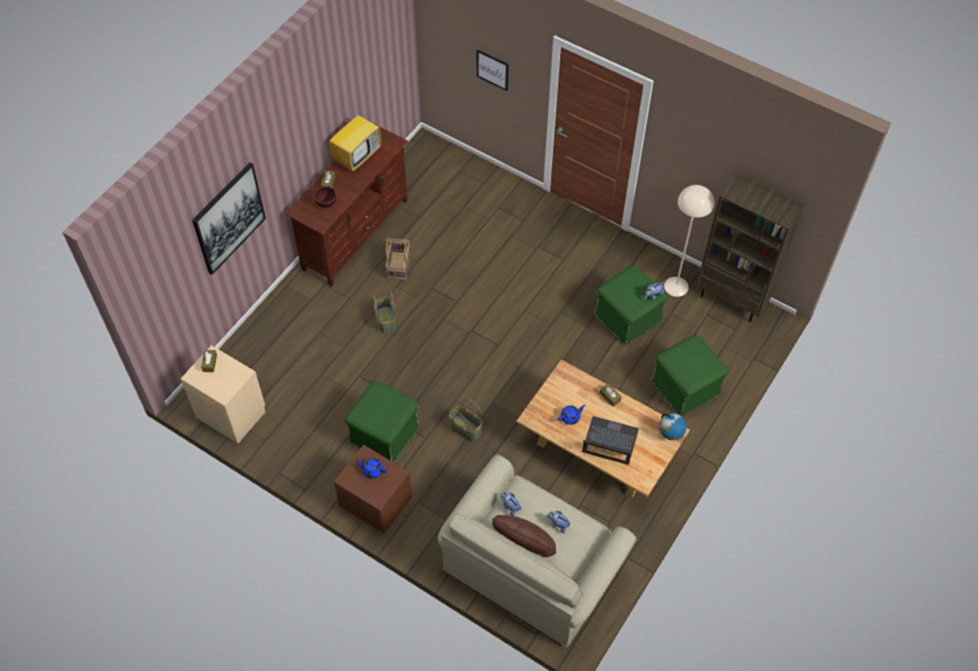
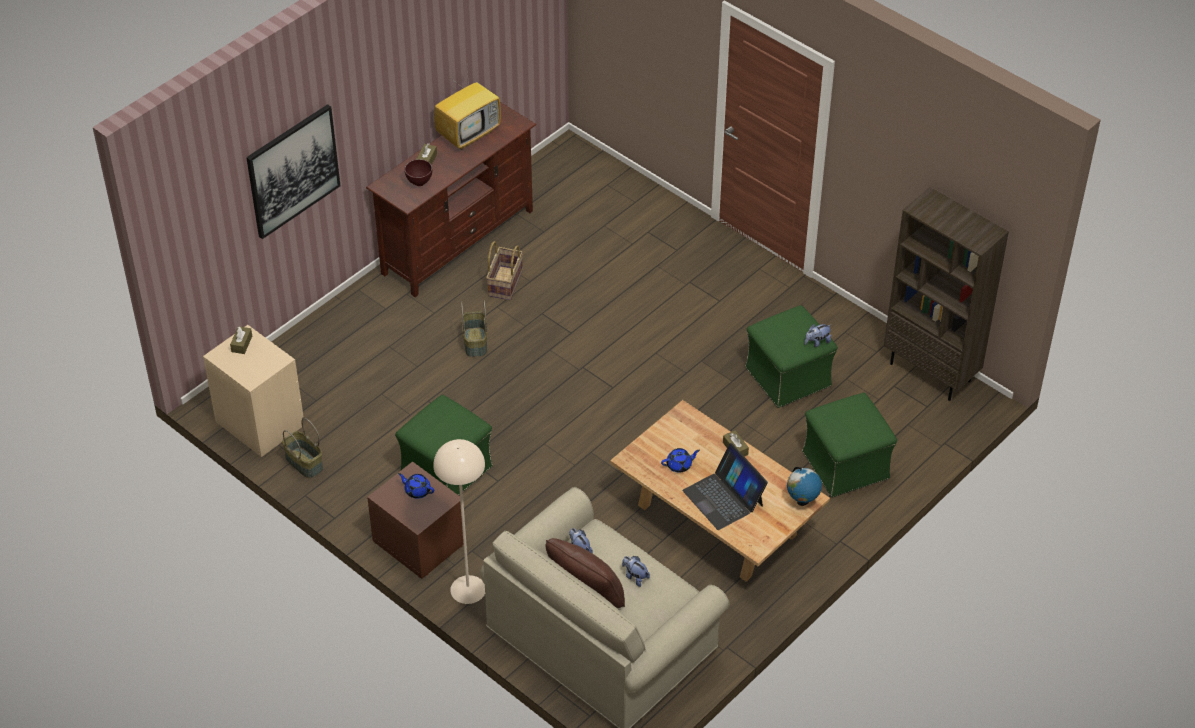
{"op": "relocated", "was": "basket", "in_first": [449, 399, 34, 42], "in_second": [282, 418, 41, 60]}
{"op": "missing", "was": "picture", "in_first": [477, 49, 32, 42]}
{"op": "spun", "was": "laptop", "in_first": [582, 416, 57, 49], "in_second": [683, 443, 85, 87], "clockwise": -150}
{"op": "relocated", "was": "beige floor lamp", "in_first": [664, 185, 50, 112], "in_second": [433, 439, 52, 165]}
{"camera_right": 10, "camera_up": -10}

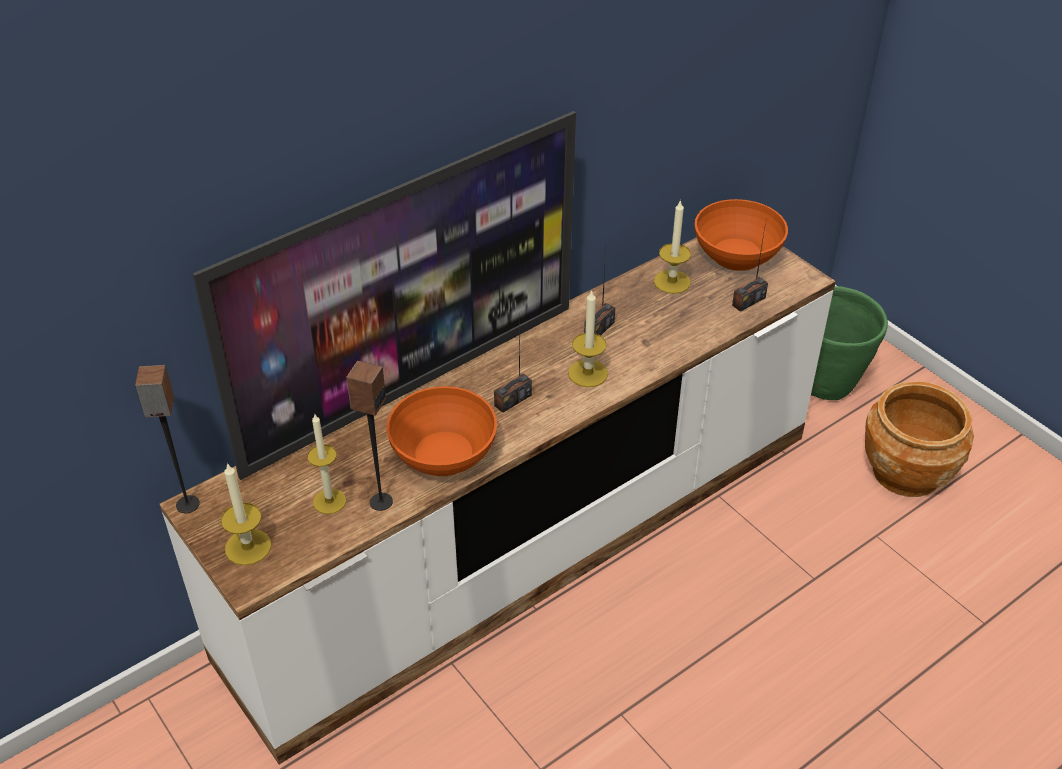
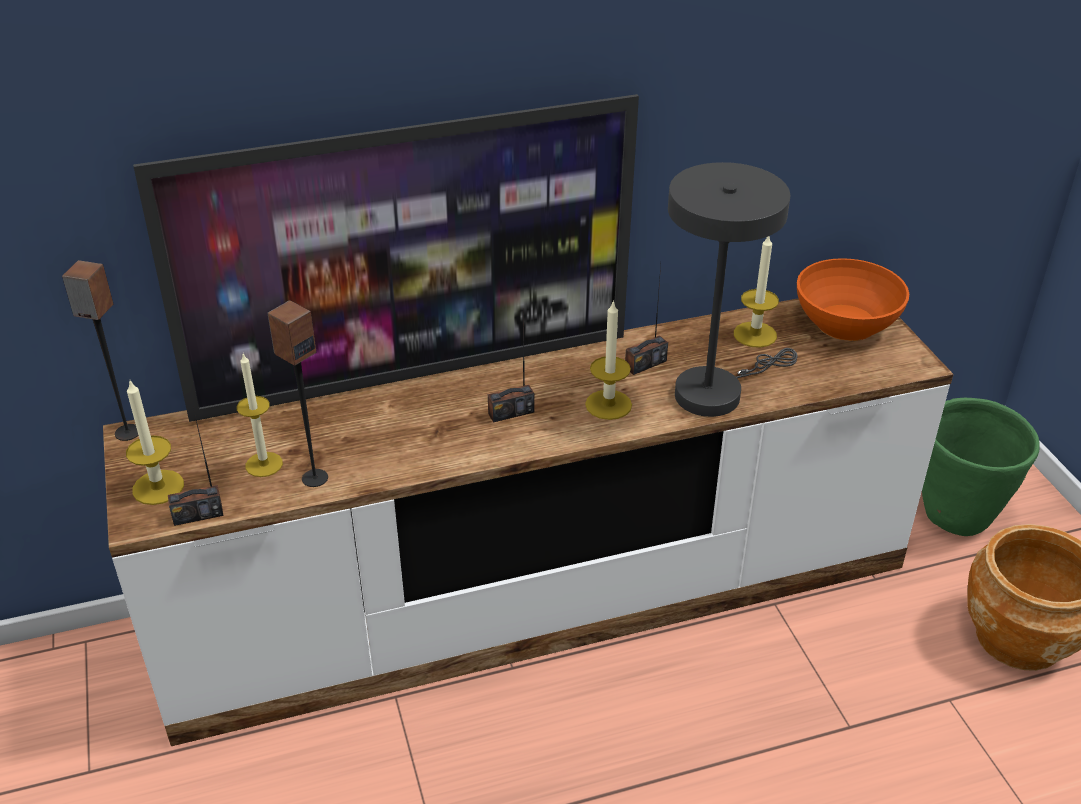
{"op": "missing", "was": "orange bowl", "in_first": [387, 386, 110, 90]}
{"op": "relocated", "was": "radio", "in_first": [732, 222, 36, 90], "in_second": [168, 407, 56, 119]}
{"op": "appeared", "now": "grey table lamp", "in_second": [668, 162, 130, 255]}
{"camera_right": 20, "camera_up": -5}

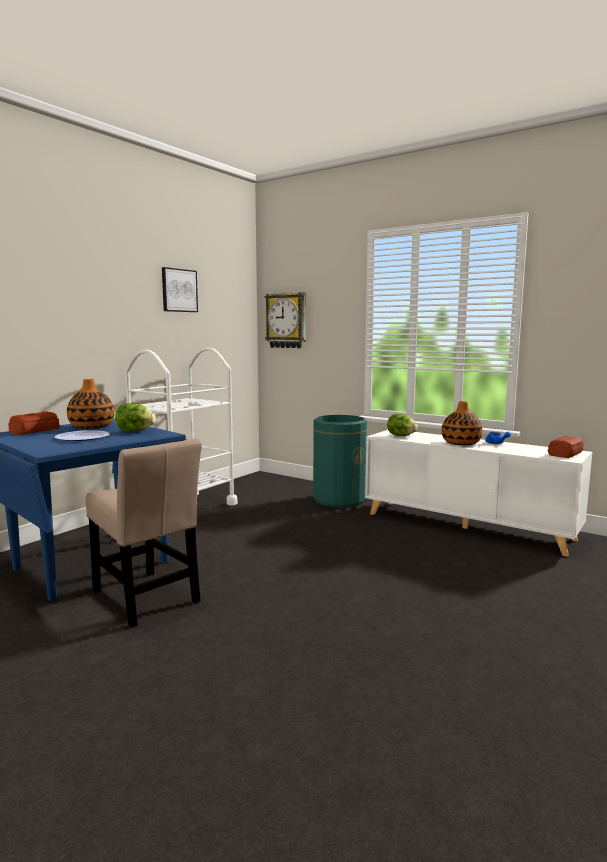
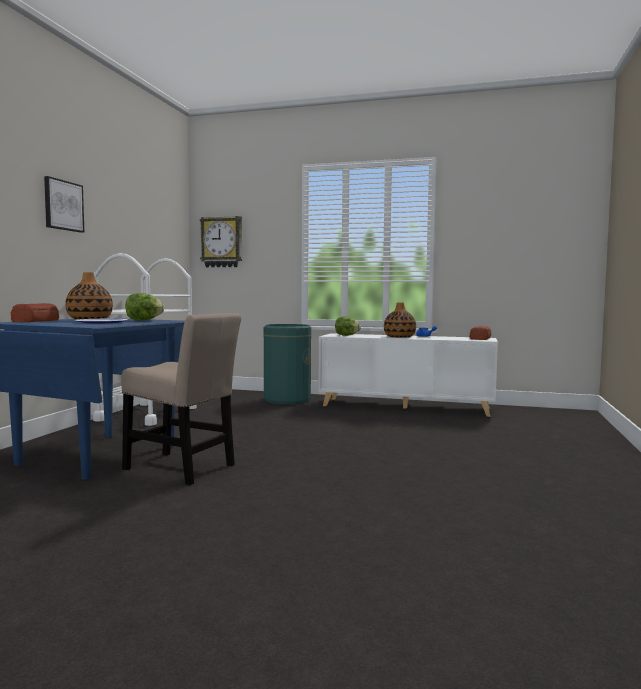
{"op": "relocated", "was": "picture", "in_first": [162, 267, 36, 45], "in_second": [44, 176, 40, 57]}
{"camera_right": -20, "camera_up": -5}

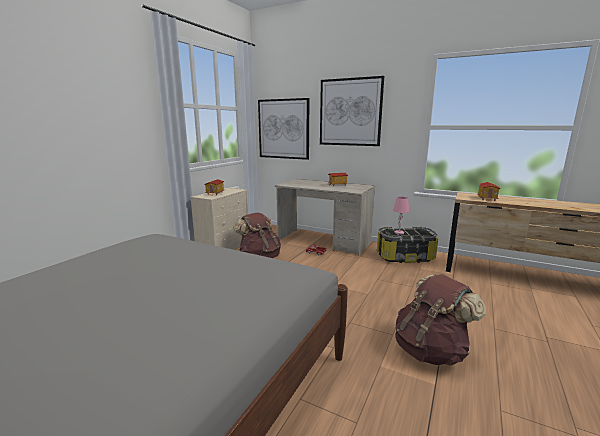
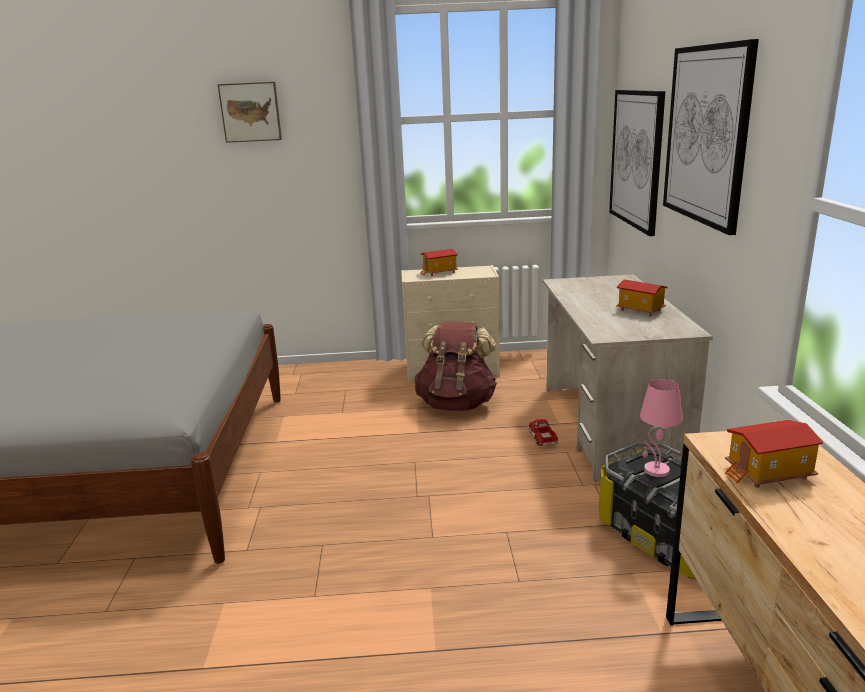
{"op": "missing", "was": "brown backpack", "in_first": [396, 274, 90, 92]}
{"op": "appeared", "now": "picture", "in_second": [218, 82, 64, 61]}
{"camera_right": 60, "camera_up": 5}

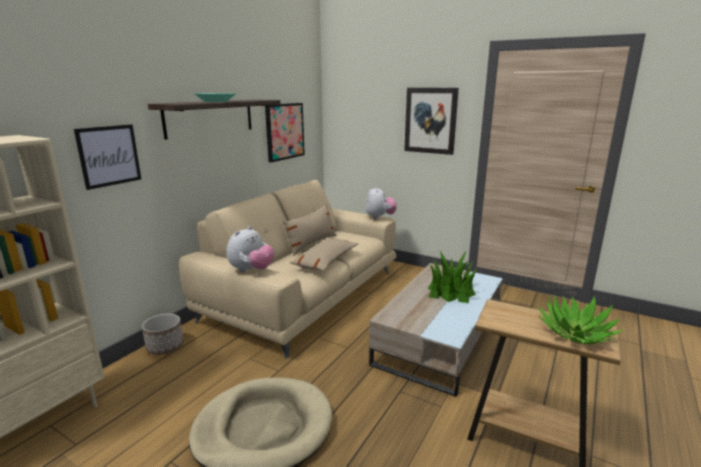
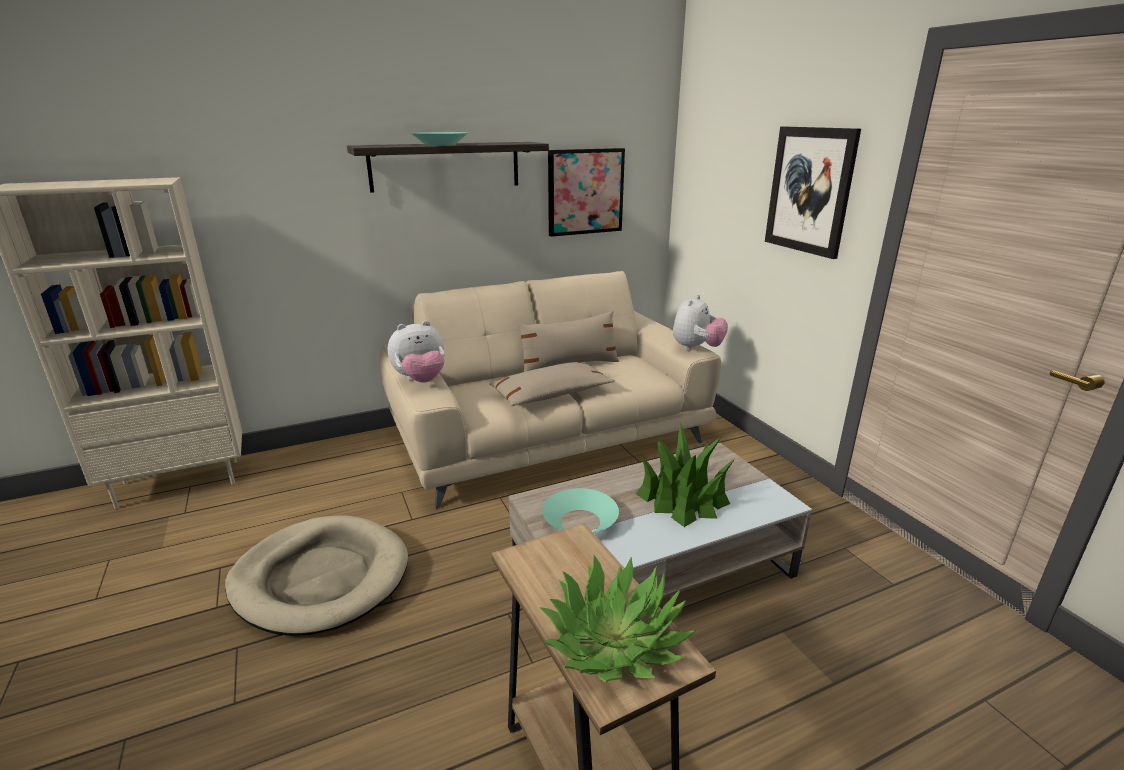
{"op": "missing", "was": "picture", "in_first": [74, 124, 67, 66]}
{"op": "missing", "was": "planter", "in_first": [142, 313, 41, 42]}
{"op": "appeared", "now": "turquoise bowl", "in_second": [542, 488, 77, 45]}
{"camera_right": 35, "camera_up": 5}

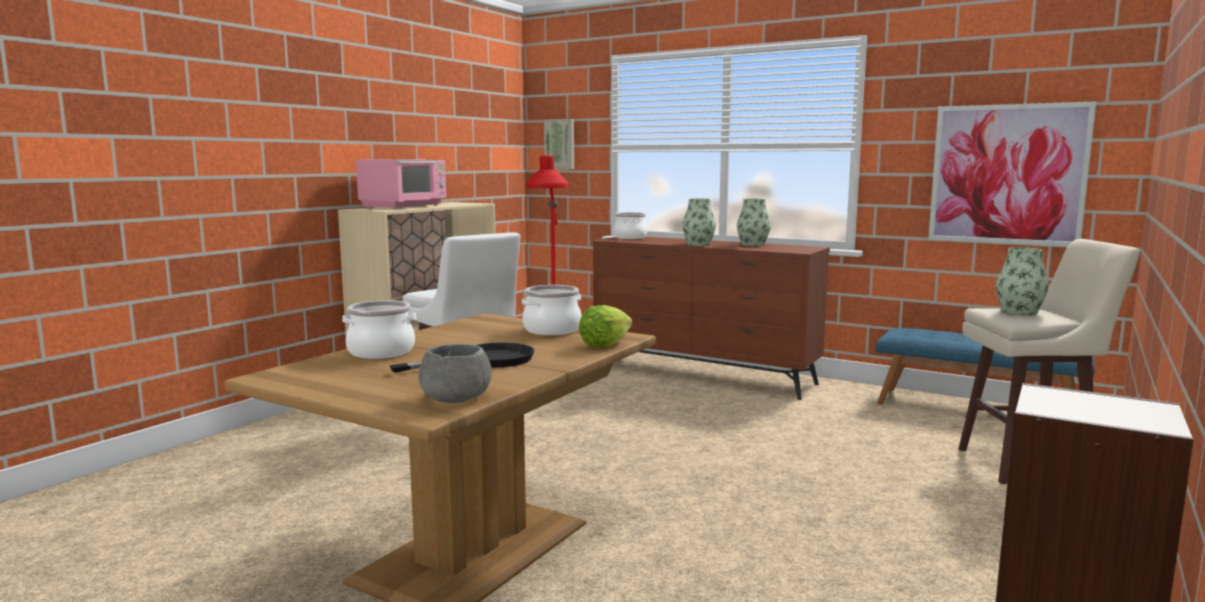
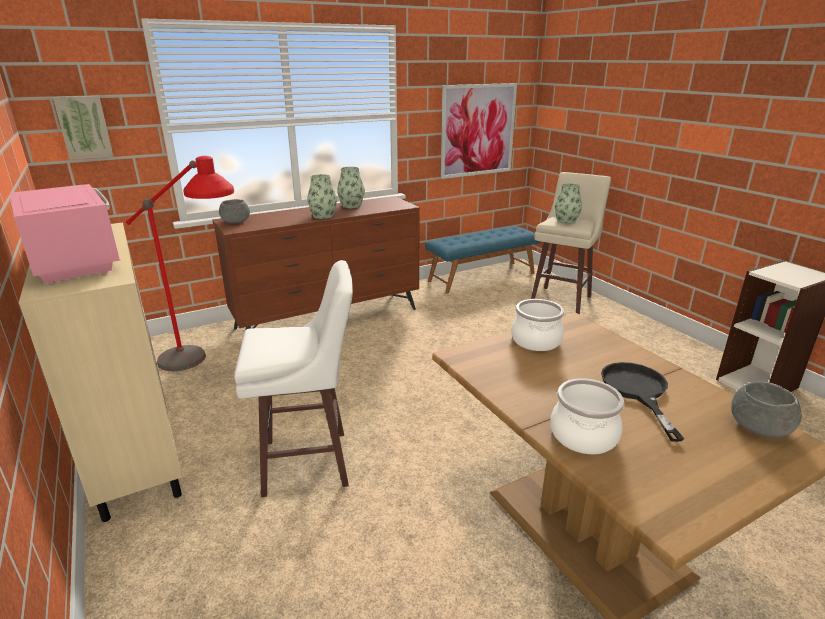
{"op": "missing", "was": "lettuce", "in_first": [579, 305, 53, 42]}
{"op": "exchanged", "was": "cooking pot", "now": "grey bowl", "in_first": [613, 212, 34, 27], "in_second": [219, 199, 31, 24]}
{"camera_right": -60, "camera_up": 15}

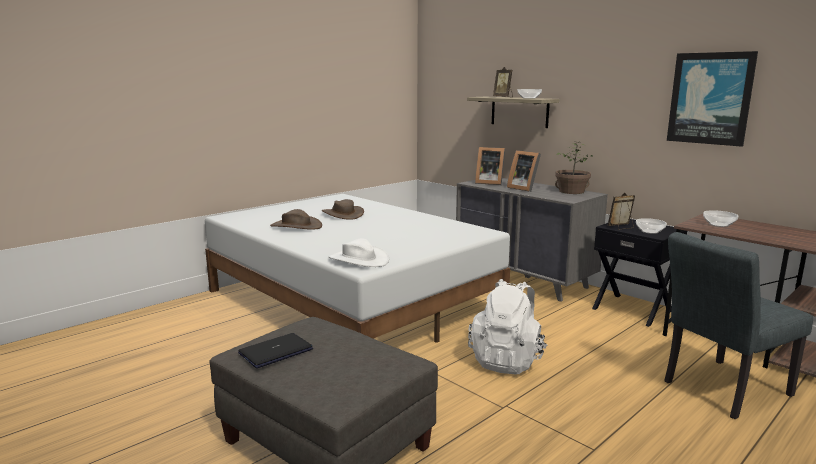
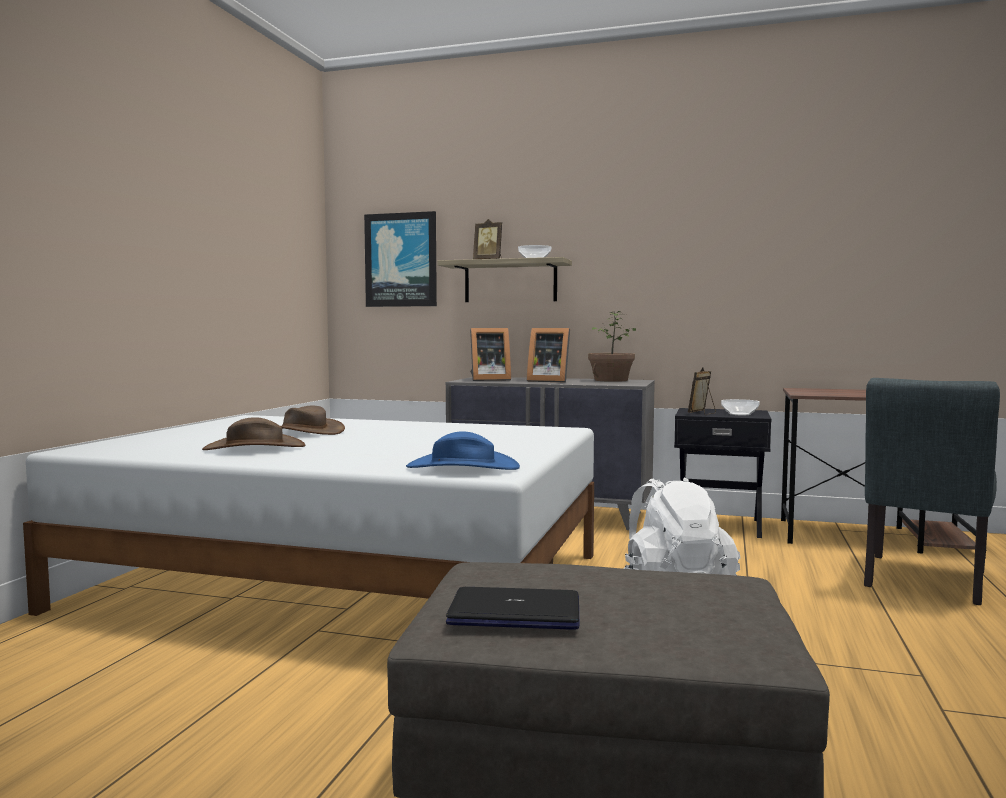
{"op": "spun", "was": "laptop", "in_first": [238, 333, 75, 35], "in_second": [446, 587, 134, 43], "clockwise": 75}
{"op": "colour", "was": "white hat", "now": "blue hat", "in_first": [329, 238, 60, 29], "in_second": [406, 432, 114, 38]}
{"op": "relocated", "was": "picture", "in_first": [667, 51, 91, 96], "in_second": [364, 211, 73, 96]}
{"op": "missing", "was": "bowl", "in_first": [703, 210, 35, 17]}
{"camera_right": -30, "camera_up": -10}

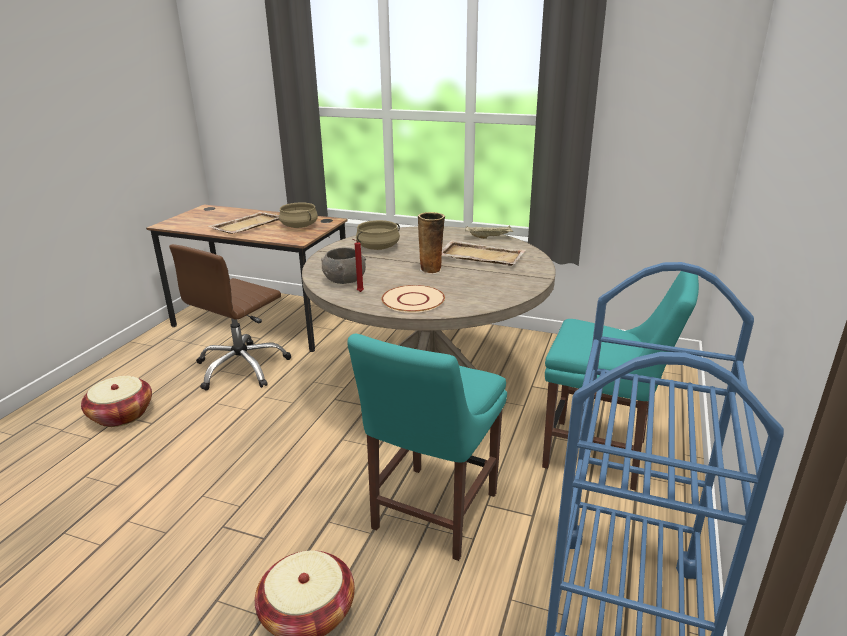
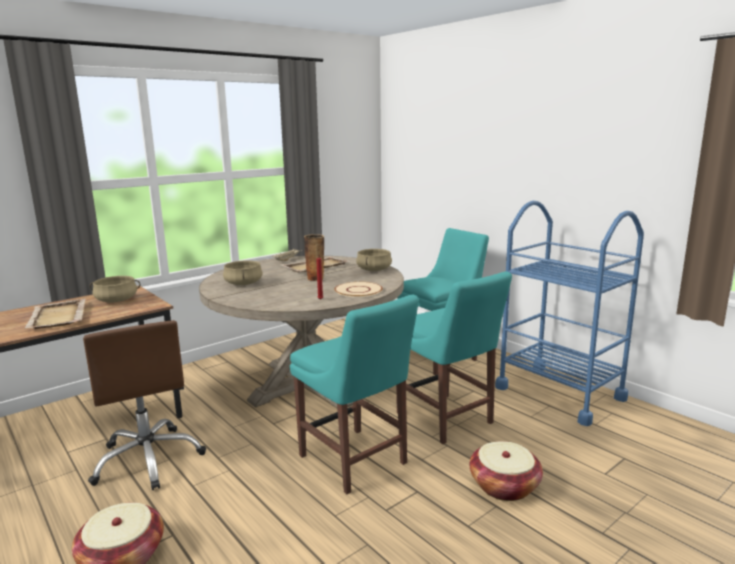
{"op": "missing", "was": "grey bowl", "in_first": [321, 247, 45, 37]}
{"op": "appeared", "now": "turquoise chair", "in_second": [290, 295, 129, 199]}
{"op": "appeared", "now": "beige cooking pot", "in_second": [356, 249, 36, 22]}
{"camera_right": -60, "camera_up": -10}

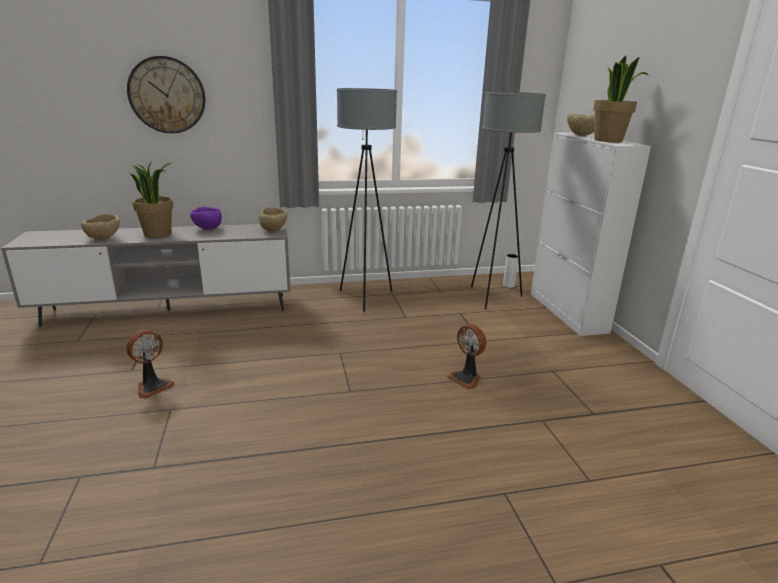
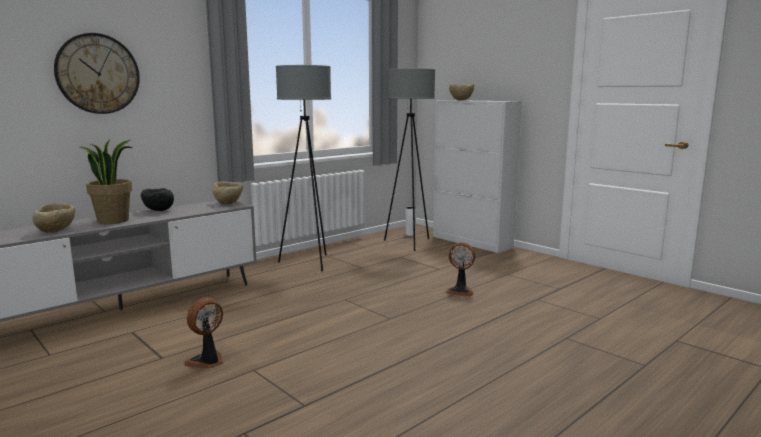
{"op": "spun", "was": "fan", "in_first": [126, 329, 49, 70], "in_second": [184, 297, 39, 71], "clockwise": -150}
{"op": "colour", "was": "purple bowl", "now": "black bowl", "in_first": [190, 207, 32, 23], "in_second": [141, 188, 33, 23]}
{"op": "missing", "was": "potted plant", "in_first": [593, 56, 55, 86]}
{"camera_right": -30, "camera_up": -10}

